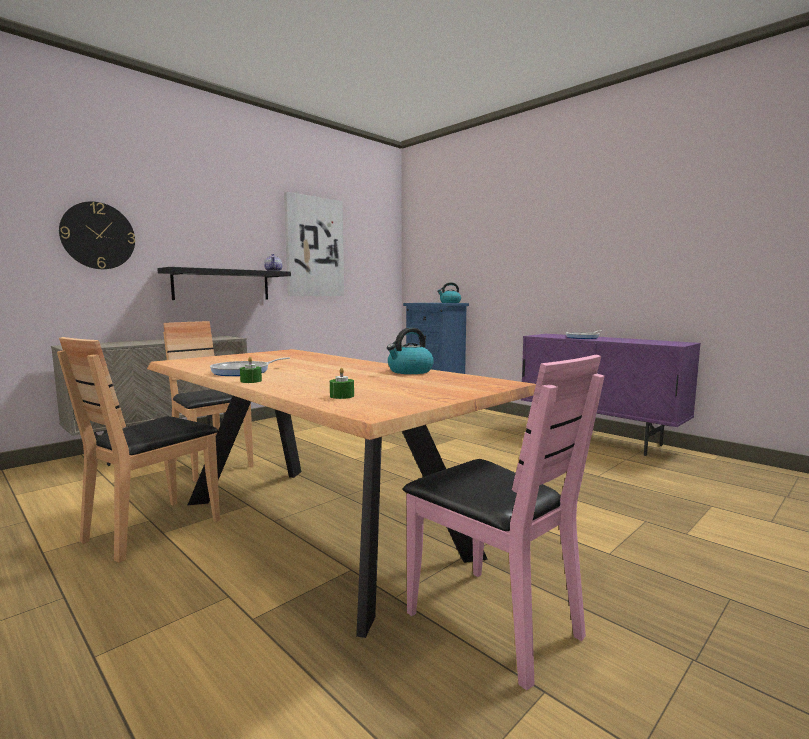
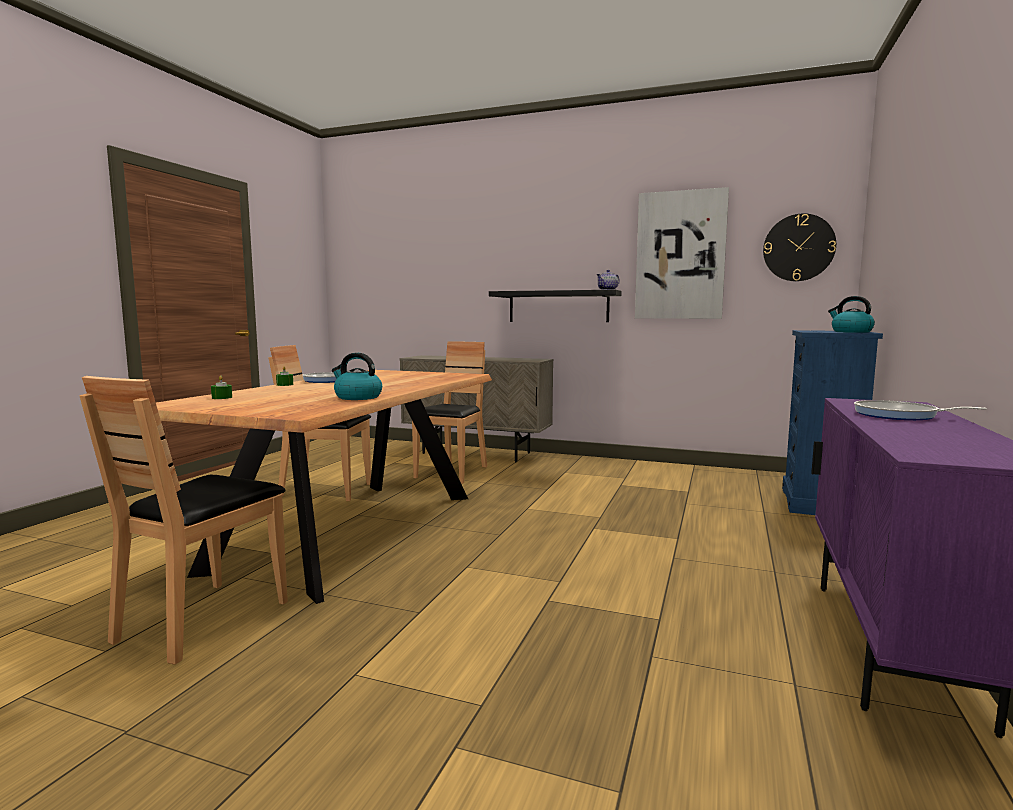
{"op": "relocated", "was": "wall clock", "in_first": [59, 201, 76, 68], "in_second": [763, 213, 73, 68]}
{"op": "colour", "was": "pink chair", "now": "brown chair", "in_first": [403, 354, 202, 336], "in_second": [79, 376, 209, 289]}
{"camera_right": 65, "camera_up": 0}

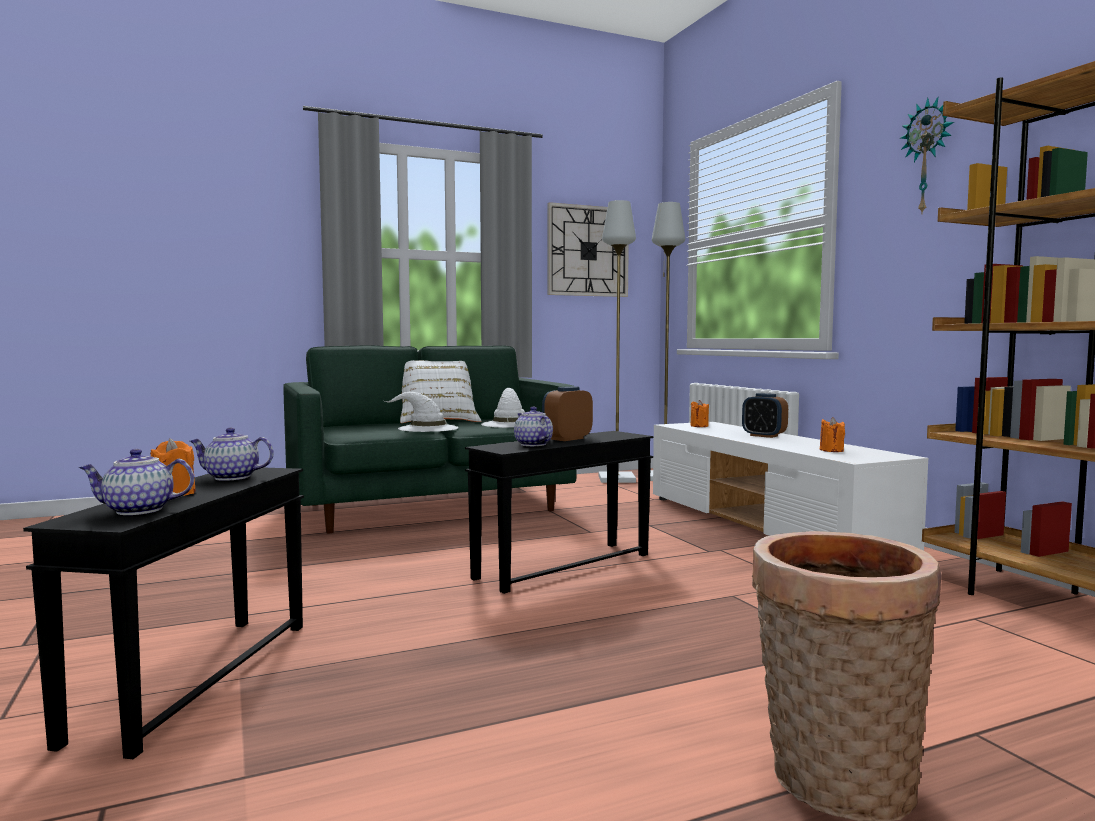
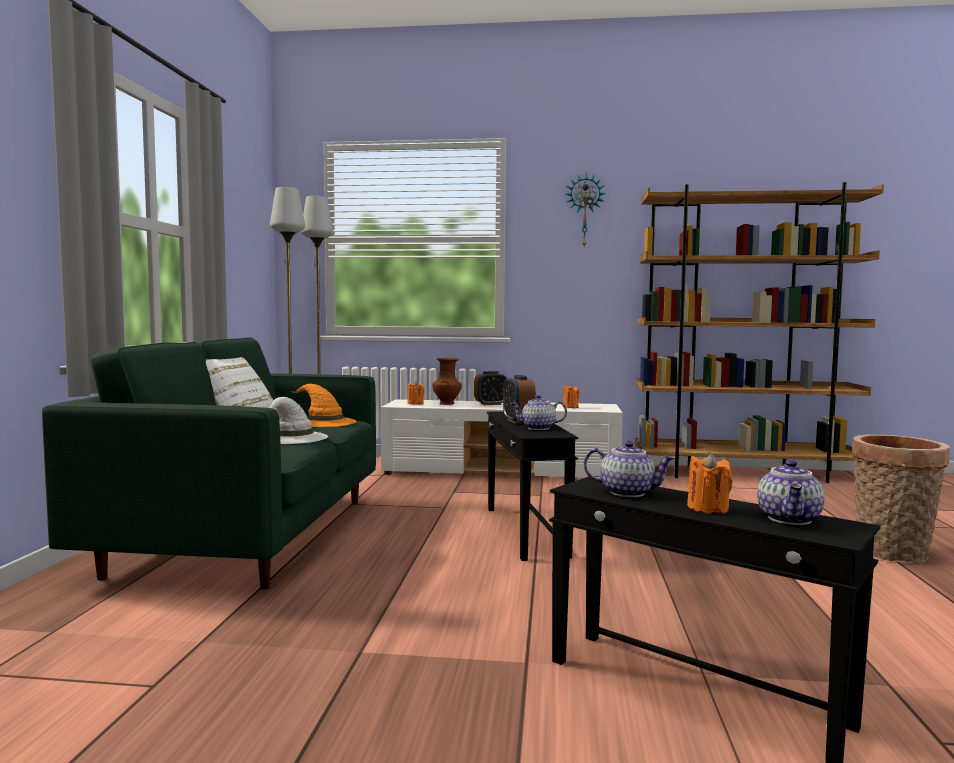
{"op": "spun", "was": "teapot", "in_first": [190, 428, 83, 53], "in_second": [584, 441, 91, 56], "clockwise": -105}
{"op": "colour", "was": "white hat", "now": "orange hat", "in_first": [481, 388, 44, 40], "in_second": [291, 384, 66, 43]}
{"op": "missing", "was": "wall clock", "in_first": [547, 202, 82, 95]}
{"op": "appeared", "now": "brown vase", "in_second": [432, 358, 30, 47]}
{"camera_right": -60, "camera_up": 0}

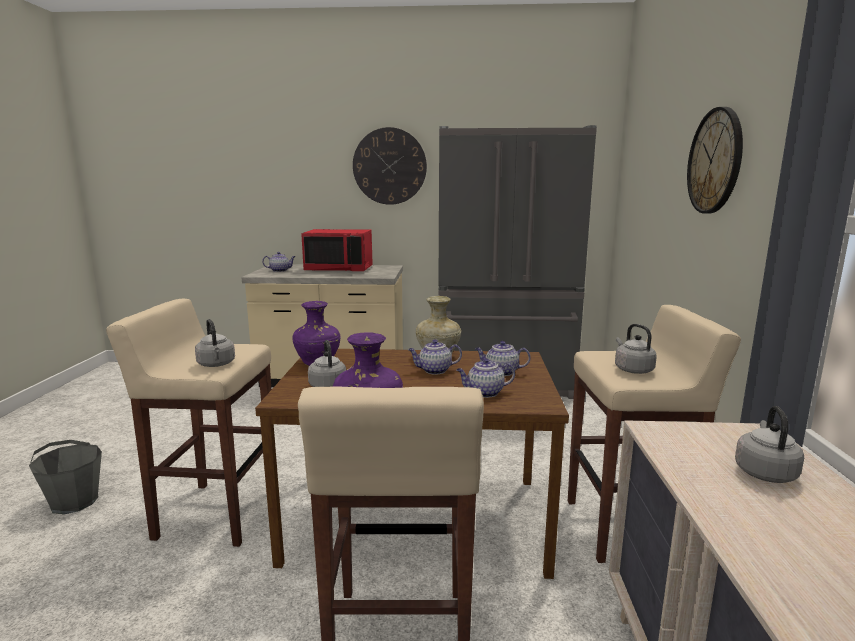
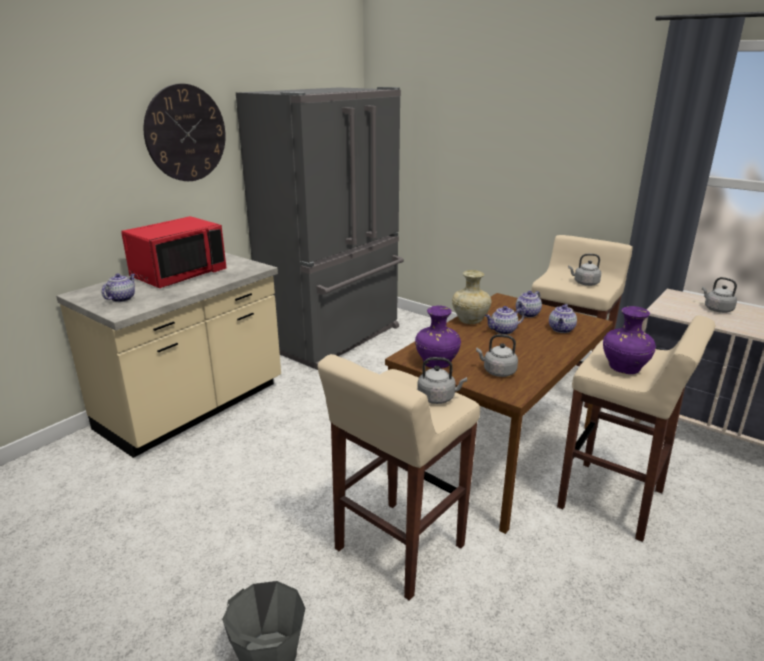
{"op": "spun", "was": "teapot", "in_first": [408, 339, 54, 36], "in_second": [485, 306, 39, 29], "clockwise": 45}
{"op": "missing", "was": "wall clock", "in_first": [687, 107, 56, 106]}
{"camera_right": -55, "camera_up": 10}

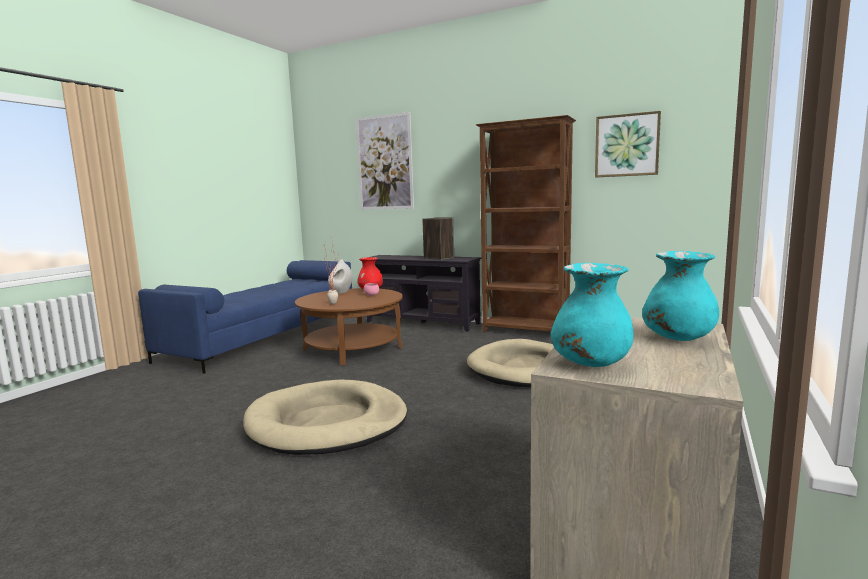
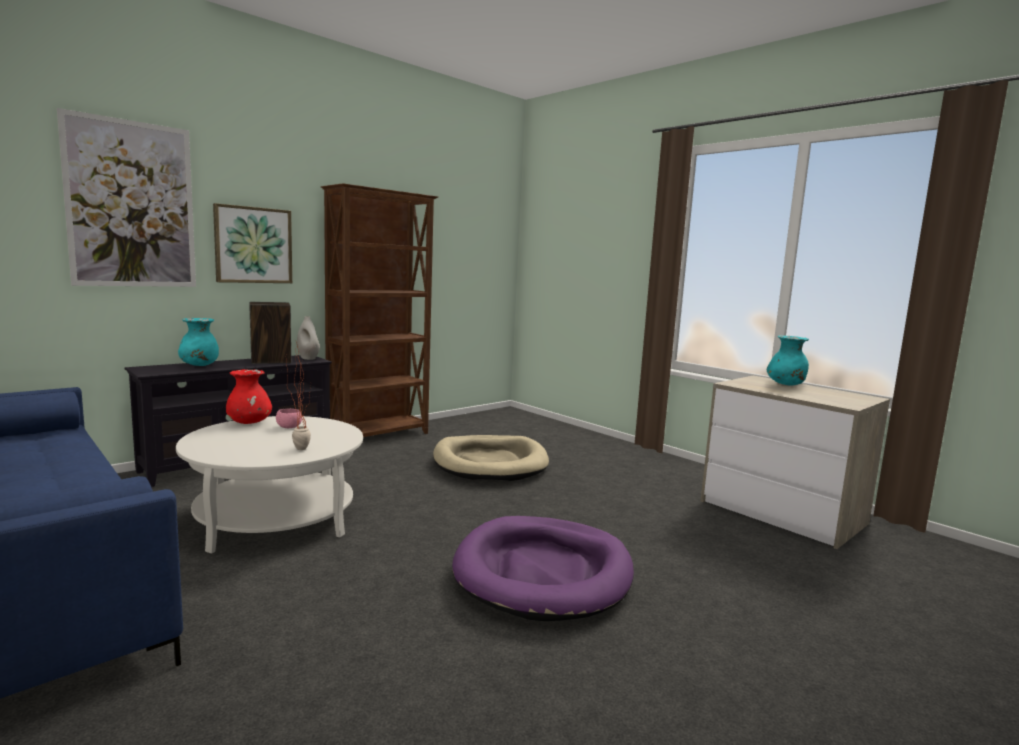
{"op": "colour", "was": "beige dog bed", "now": "purple dog bed", "in_first": [243, 379, 164, 76], "in_second": [452, 516, 182, 105]}
{"op": "colour", "was": "brown coffee table", "now": "white coffee table", "in_first": [295, 288, 108, 77], "in_second": [176, 416, 187, 138]}
{"op": "relocated", "was": "white vase", "in_first": [328, 259, 24, 35], "in_second": [297, 316, 23, 44]}
{"op": "relocated", "was": "turquoise vase", "in_first": [551, 263, 83, 104], "in_second": [178, 318, 41, 48]}
{"op": "relocated", "was": "picture", "in_first": [595, 111, 66, 66], "in_second": [213, 203, 79, 80]}
{"camera_right": -70, "camera_up": 0}

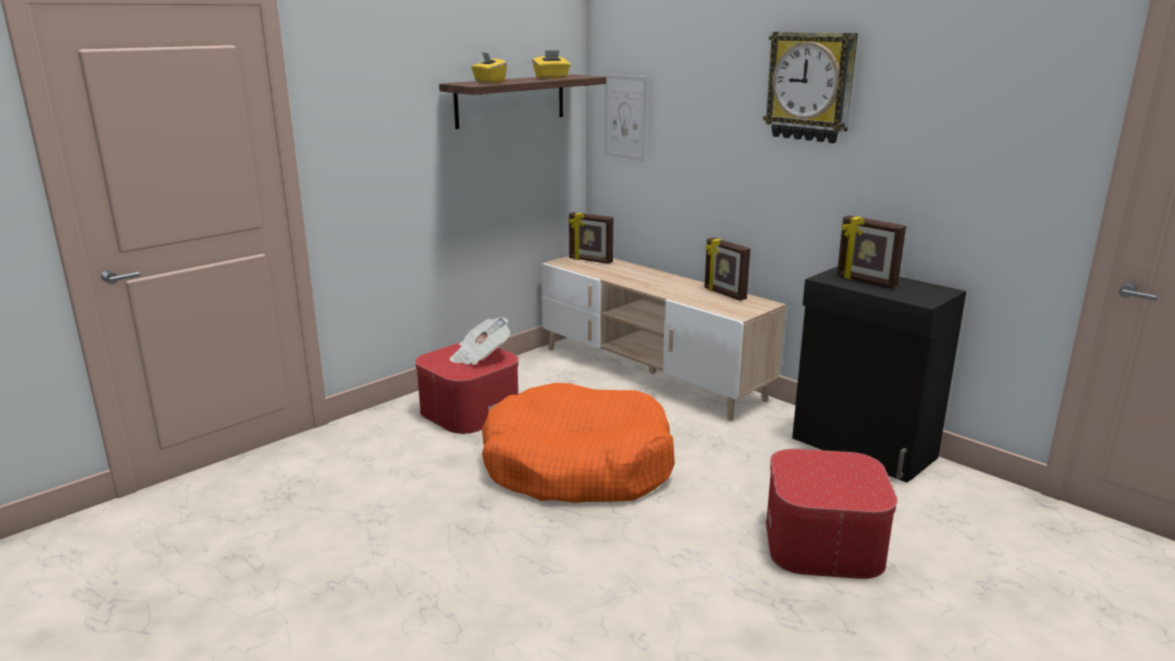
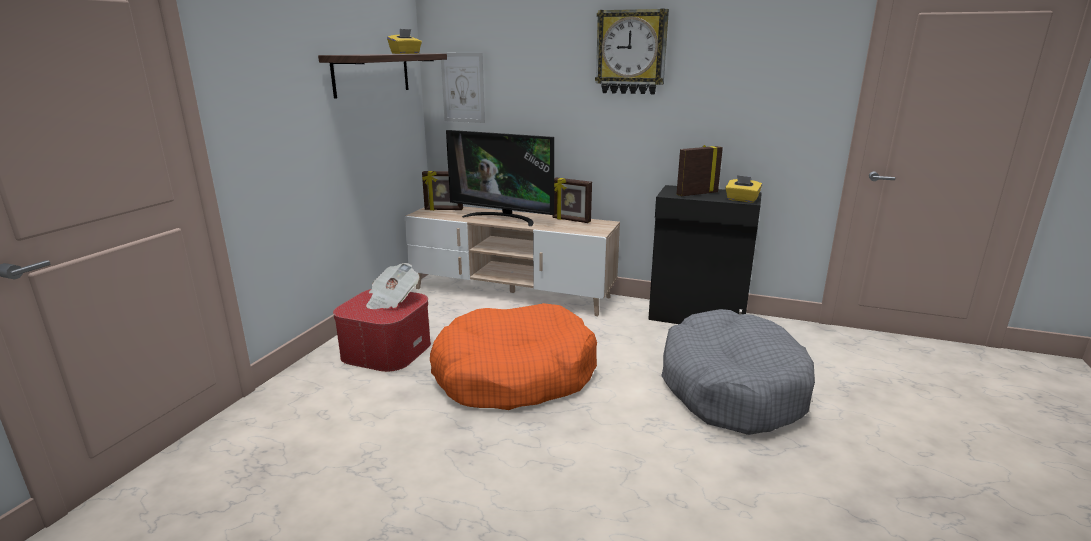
{"op": "relocated", "was": "yellow tissue box", "in_first": [471, 52, 36, 31], "in_second": [725, 175, 37, 27]}
{"op": "exchanged", "was": "ottoman", "now": "grey dog bed", "in_first": [766, 449, 131, 130], "in_second": [661, 309, 154, 126]}
{"op": "spun", "was": "picture frame", "in_first": [837, 215, 69, 74], "in_second": [677, 145, 46, 51], "clockwise": 135}
{"op": "appeared", "now": "television", "in_second": [446, 130, 108, 96]}
{"camera_right": -25, "camera_up": 0}

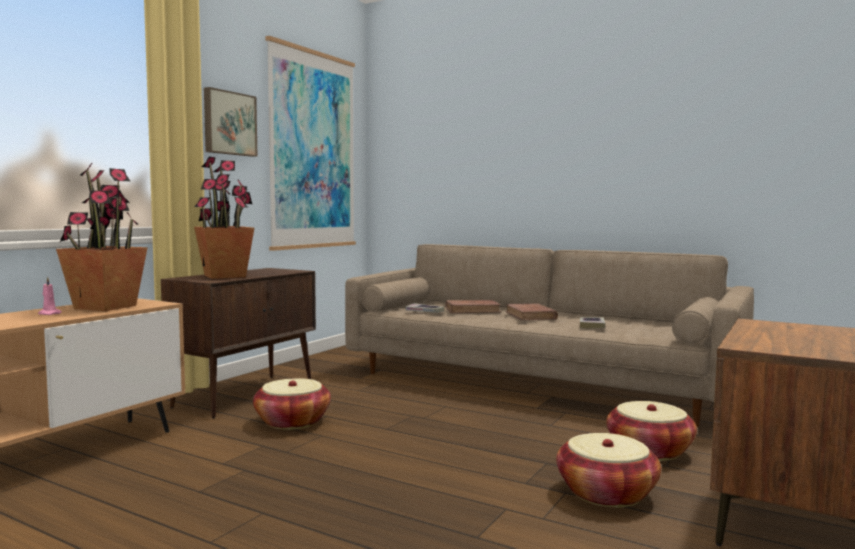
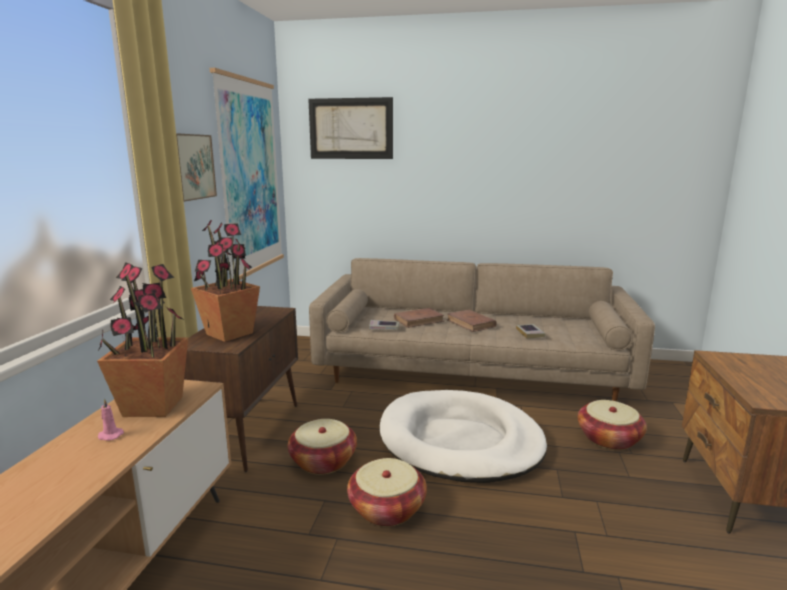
{"op": "relocated", "was": "basket", "in_first": [556, 433, 105, 75], "in_second": [347, 458, 80, 69]}
{"op": "appeared", "now": "picture", "in_second": [308, 97, 85, 62]}
{"op": "appeared", "now": "white dog bed", "in_second": [380, 390, 167, 93]}
{"camera_right": -20, "camera_up": 10}

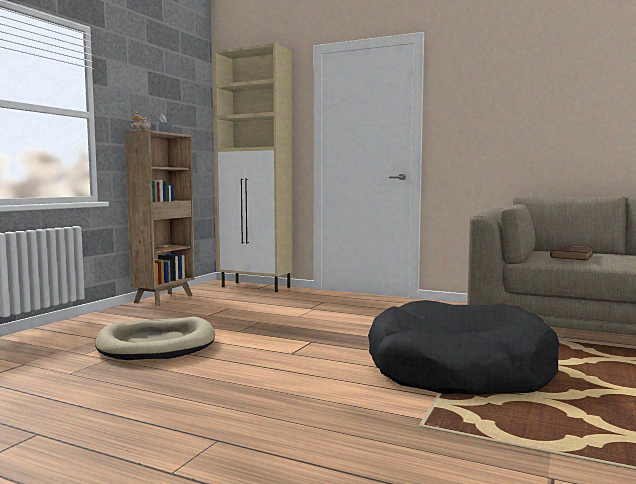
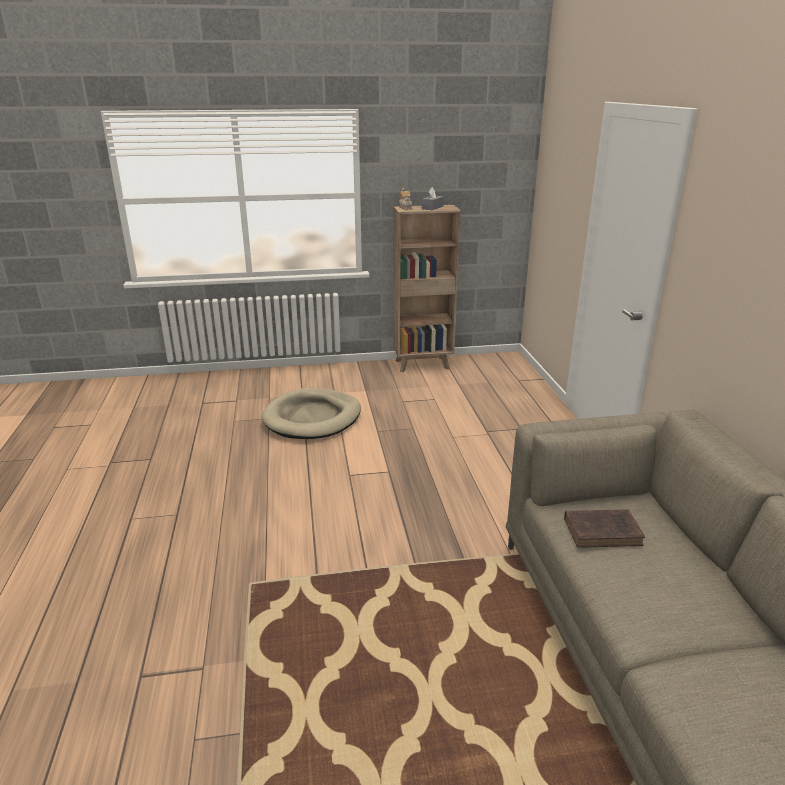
{"op": "missing", "was": "beige cabinet", "in_first": [214, 43, 79, 249]}
{"op": "missing", "was": "black dog bed", "in_first": [368, 300, 192, 95]}
{"camera_right": 55, "camera_up": 20}

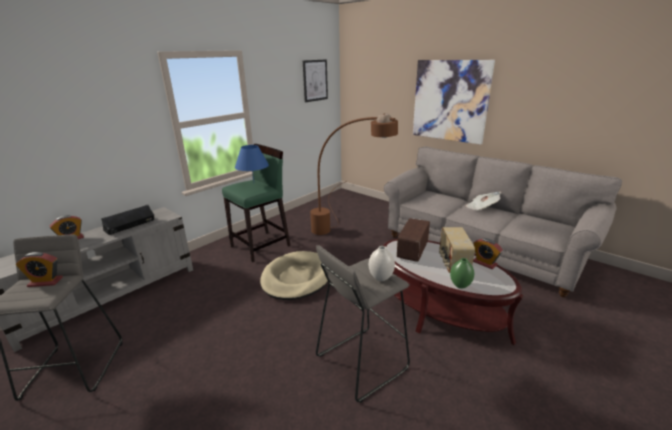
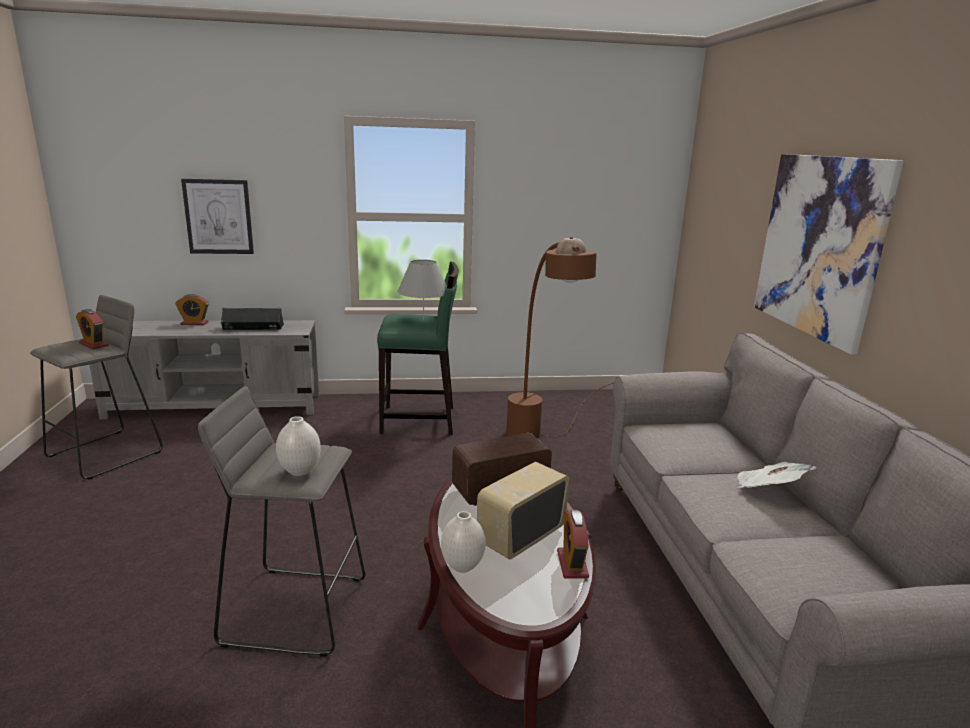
{"op": "colour", "was": "blue table lamp", "now": "grey table lamp", "in_first": [235, 145, 34, 36], "in_second": [397, 259, 50, 60]}
{"op": "missing", "was": "beige dog bed", "in_first": [260, 251, 68, 49]}
{"op": "relocated", "was": "picture", "in_first": [303, 59, 25, 43], "in_second": [181, 179, 73, 75]}
{"op": "colour", "was": "green vase", "now": "white vase", "in_first": [450, 258, 24, 31], "in_second": [441, 511, 45, 62]}
{"camera_right": 40, "camera_up": -5}

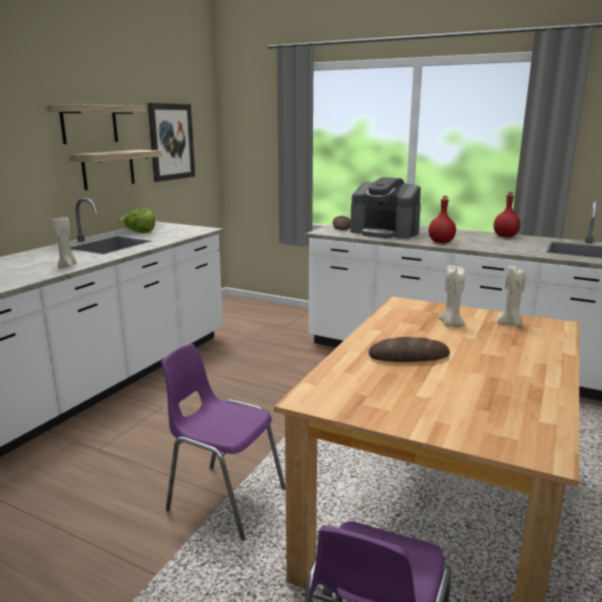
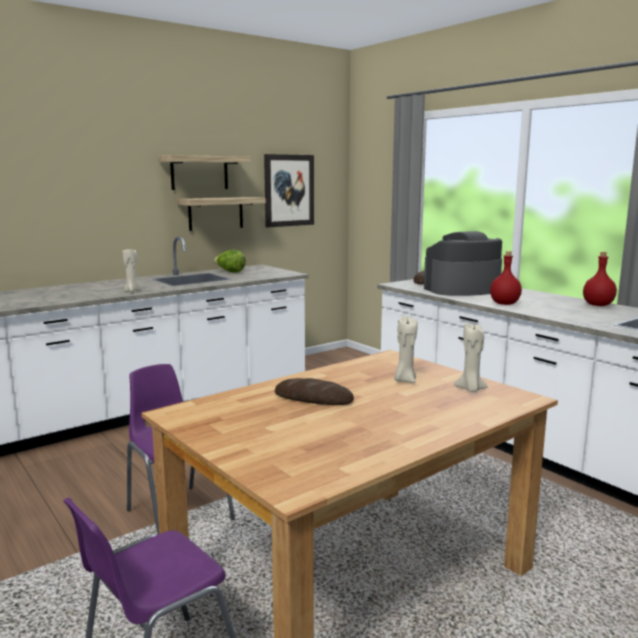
{"op": "spun", "was": "coffee machine", "in_first": [350, 177, 71, 62], "in_second": [424, 231, 78, 65], "clockwise": 105}
{"camera_right": 25, "camera_up": -5}

